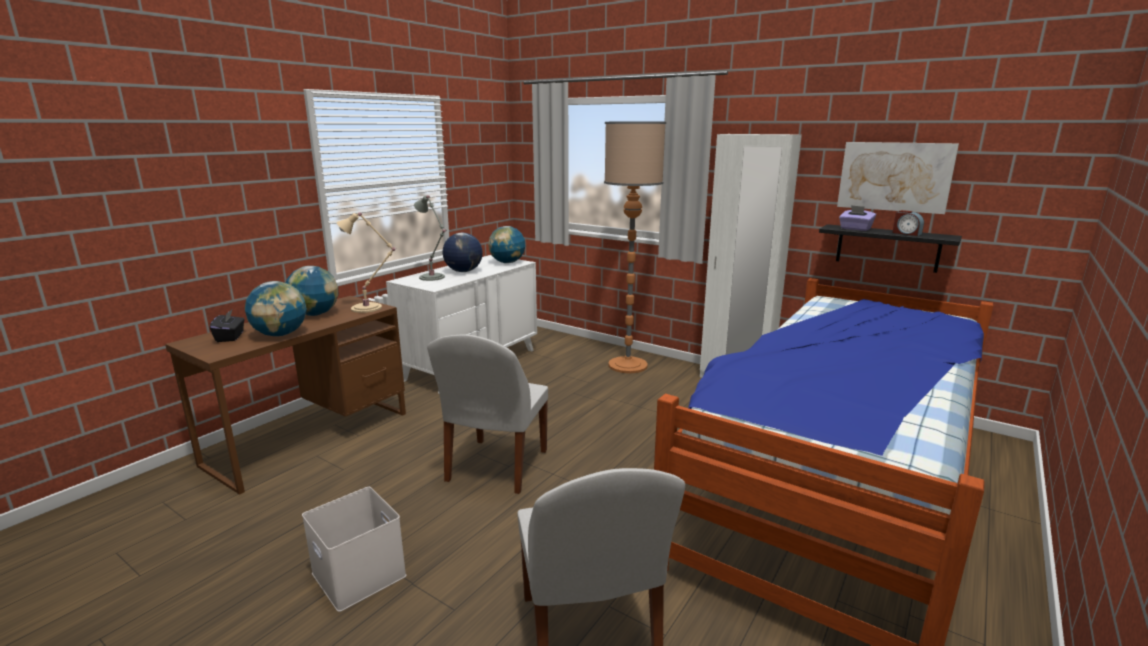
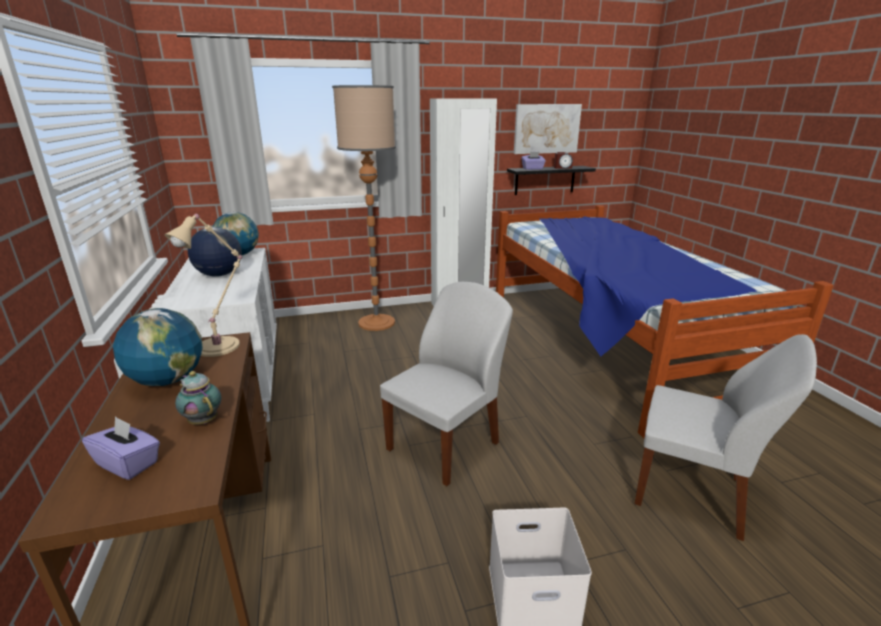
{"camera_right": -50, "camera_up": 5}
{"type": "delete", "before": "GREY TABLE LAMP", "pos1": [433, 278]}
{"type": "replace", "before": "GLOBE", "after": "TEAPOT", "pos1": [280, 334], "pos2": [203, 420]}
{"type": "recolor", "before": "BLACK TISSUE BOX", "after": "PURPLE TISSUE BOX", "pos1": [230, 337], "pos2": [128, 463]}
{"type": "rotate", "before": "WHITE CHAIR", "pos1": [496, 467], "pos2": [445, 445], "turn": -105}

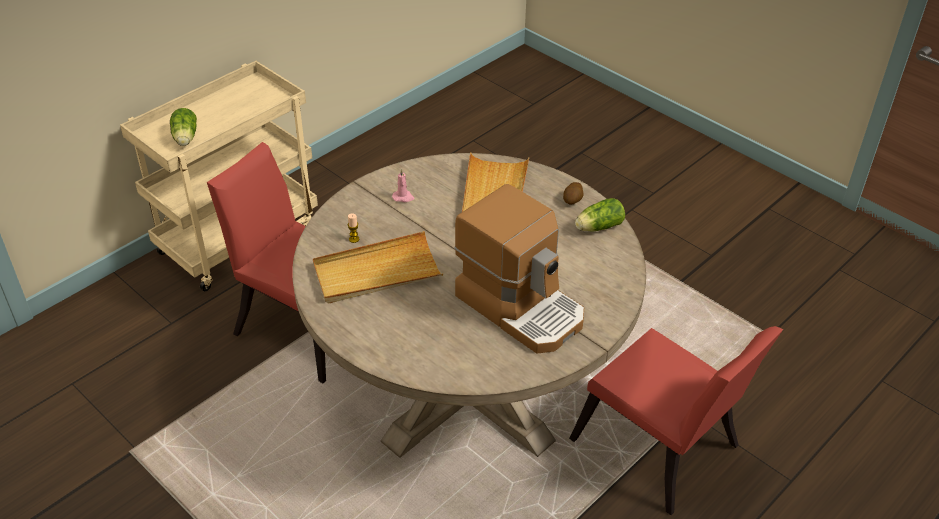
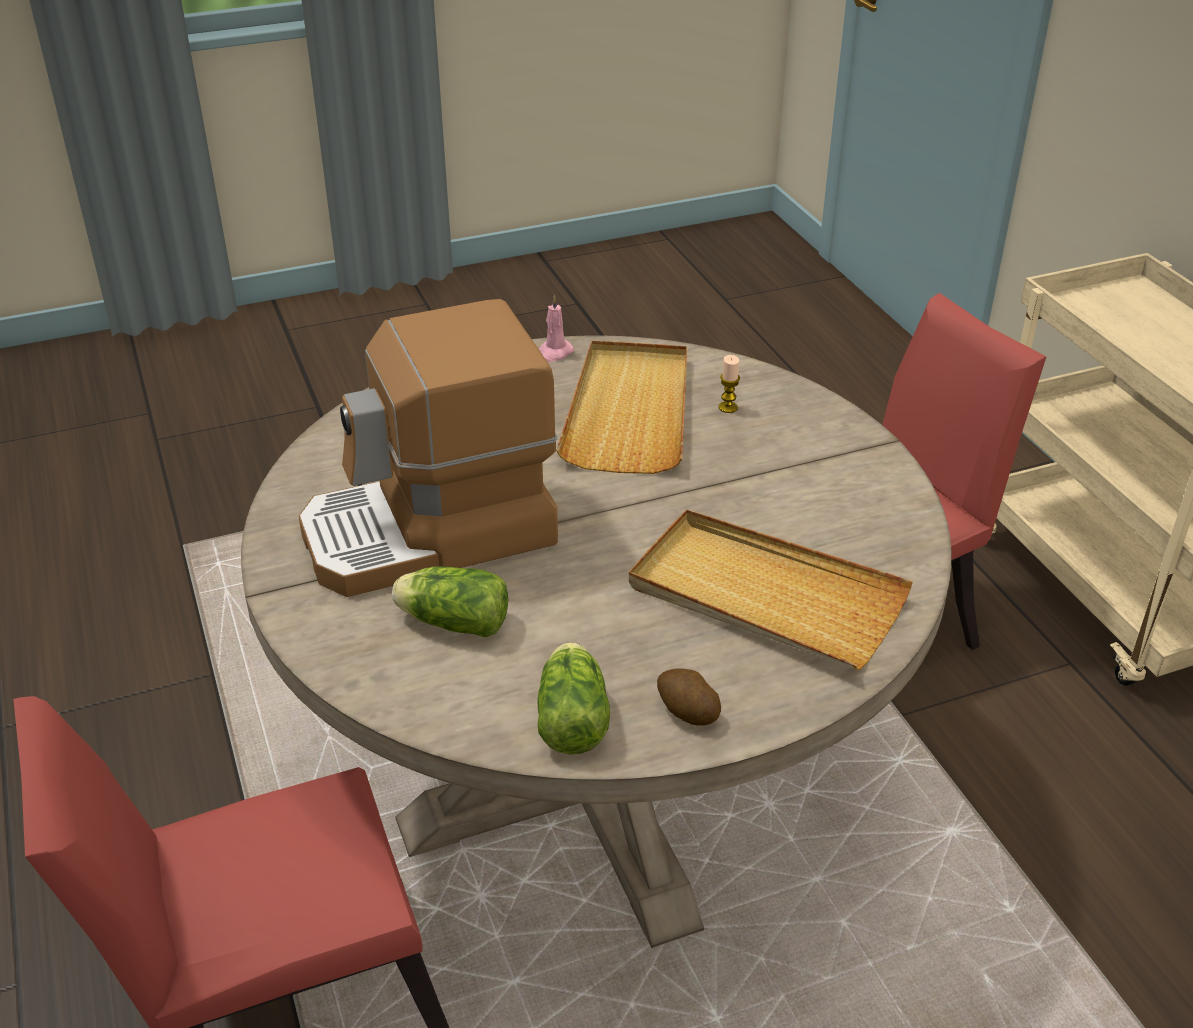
{"camera_right": 115, "camera_up": -5}
{"type": "move", "before": "LETTUCE", "pos1": [185, 138], "pos2": [451, 621]}
{"type": "move", "before": "PINK CANDLE", "pos1": [403, 197], "pos2": [554, 353]}

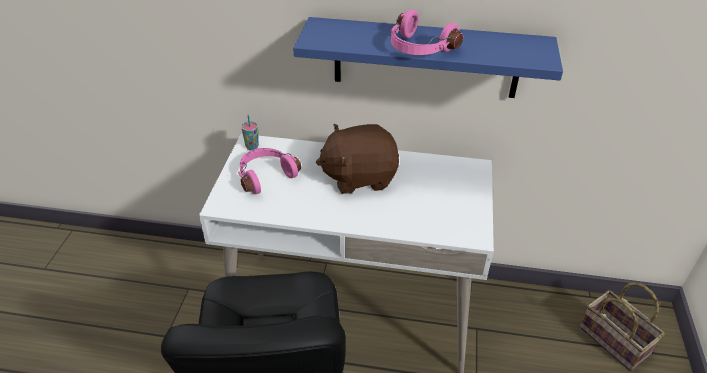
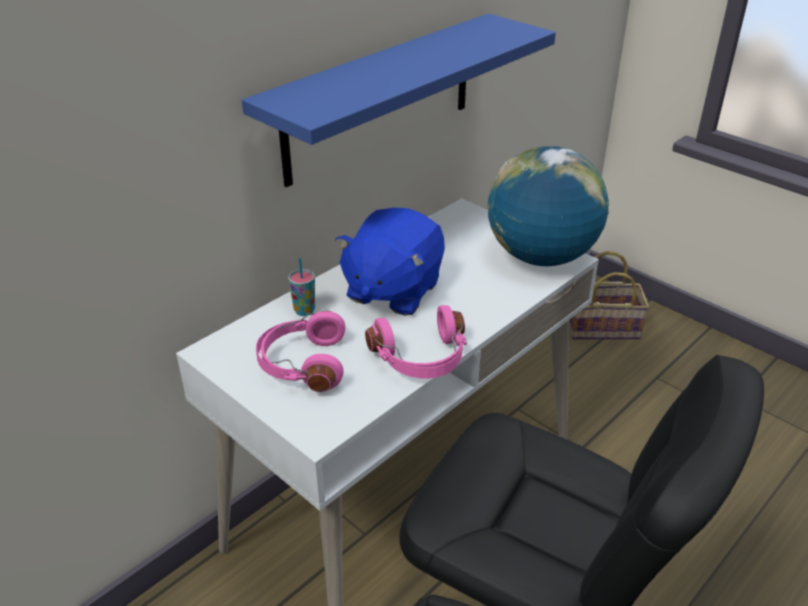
{"camera_right": -55, "camera_up": -5}
{"type": "insert", "after": "GLOBE", "pos2": [541, 257]}
{"type": "move", "before": "CUP", "pos1": [252, 147], "pos2": [304, 311]}
{"type": "move", "before": "PINK HEADPHONES", "pos1": [419, 48], "pos2": [422, 359]}
{"type": "recolor", "before": "BROWN PLUSH TOY", "after": "BLUE PLUSH TOY", "pos1": [359, 176], "pos2": [392, 290]}

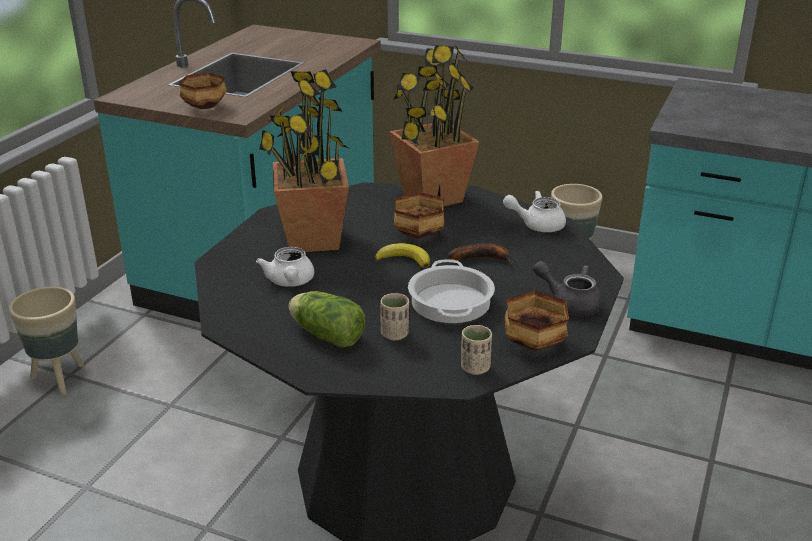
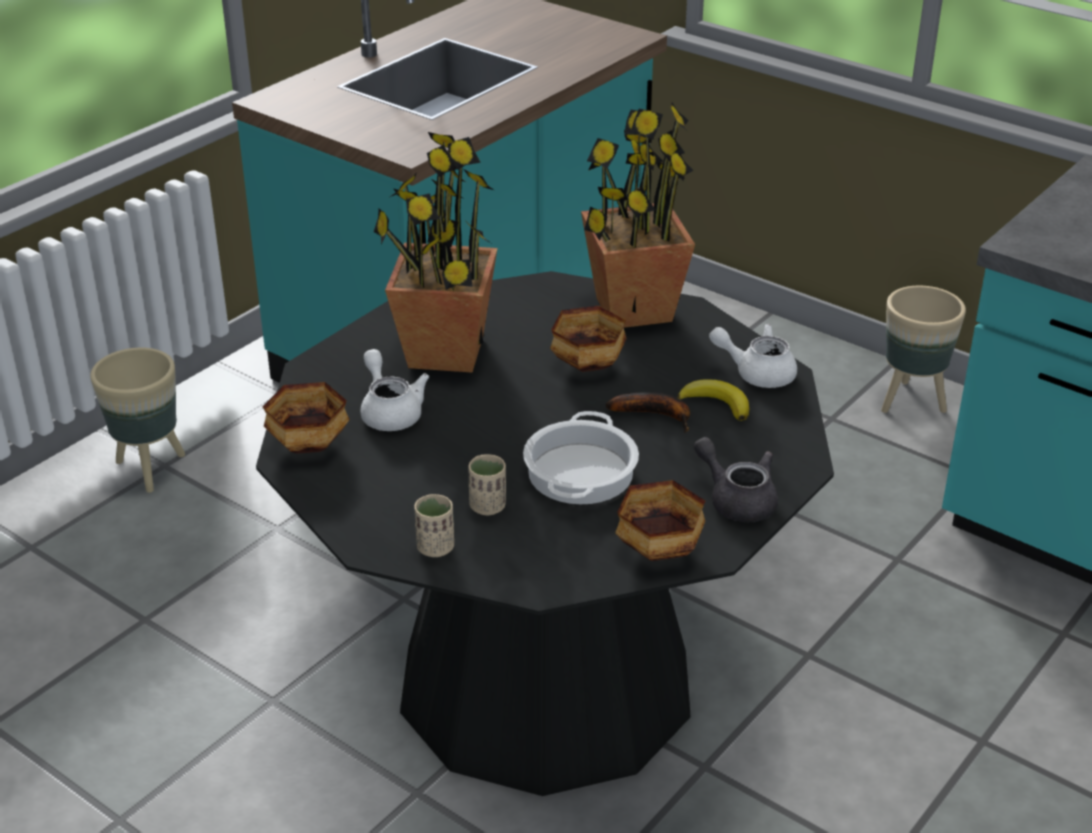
{"camera_right": 15, "camera_up": 5}
{"type": "delete", "before": "LETTUCE", "pos1": [325, 334]}
{"type": "move", "before": "BOWL", "pos1": [204, 106], "pos2": [308, 443]}
{"type": "move", "before": "BANANA", "pos1": [404, 259], "pos2": [717, 403]}
{"type": "move", "before": "BEIGE CUP", "pos1": [475, 368], "pos2": [435, 548]}
{"type": "rotate", "before": "WHITE TEAPOT", "pos1": [290, 282], "pos2": [390, 411], "turn": 150}

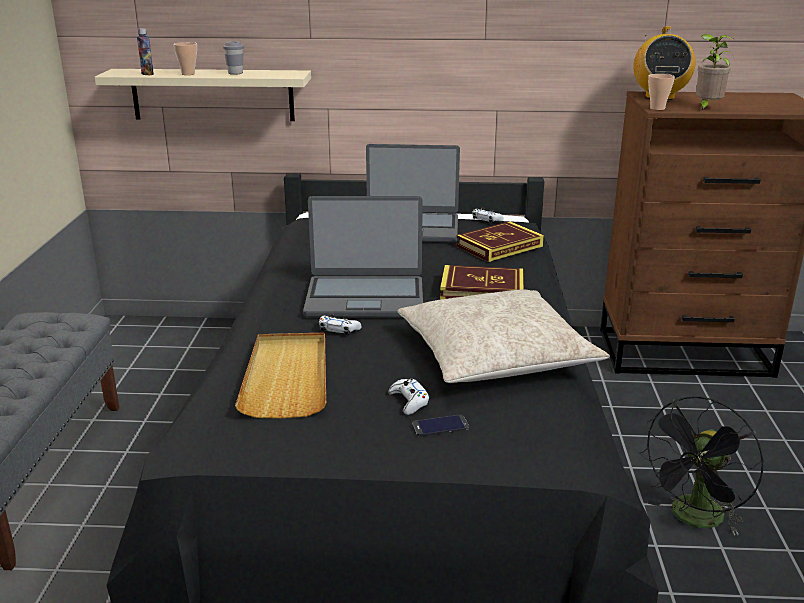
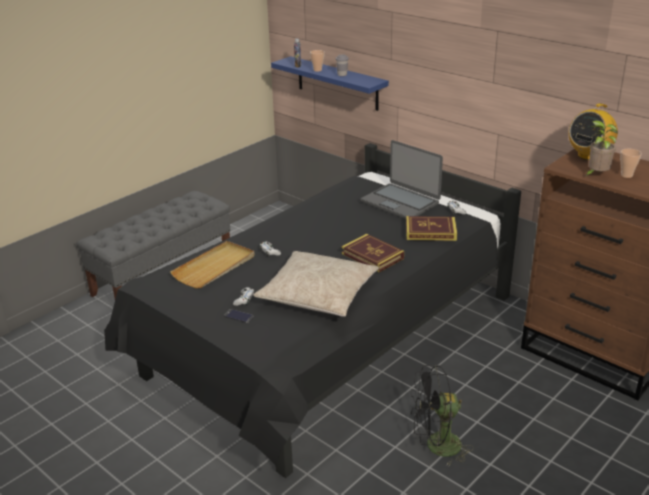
{"camera_right": 40, "camera_up": 5}
{"type": "delete", "before": "LAPTOP", "pos1": [365, 298]}
{"type": "move", "before": "CUP", "pos1": [657, 108], "pos2": [626, 175]}
{"type": "recolor", "before": "BEIGE SHELF", "after": "BLUE SHELF", "pos1": [212, 95], "pos2": [337, 83]}

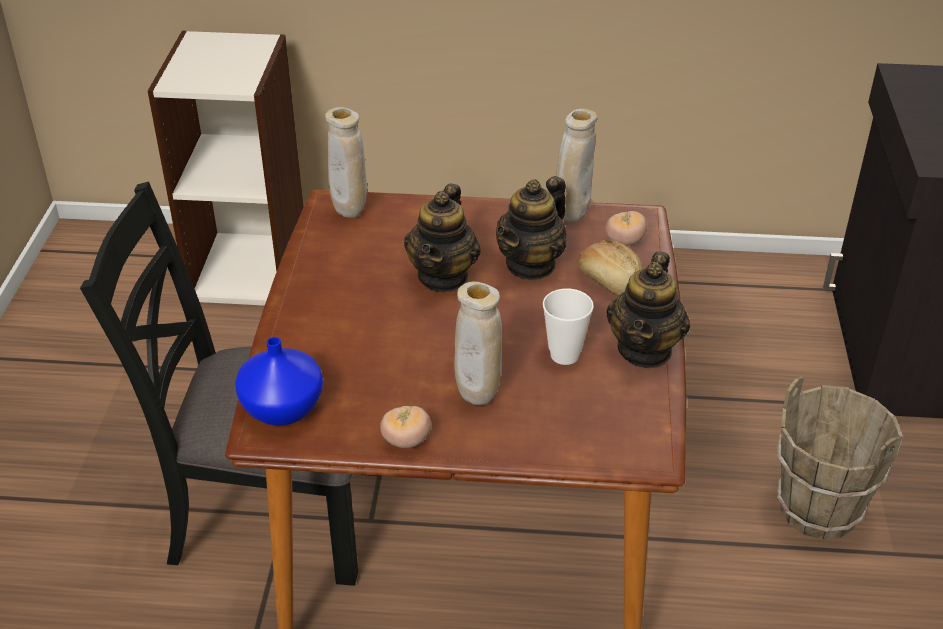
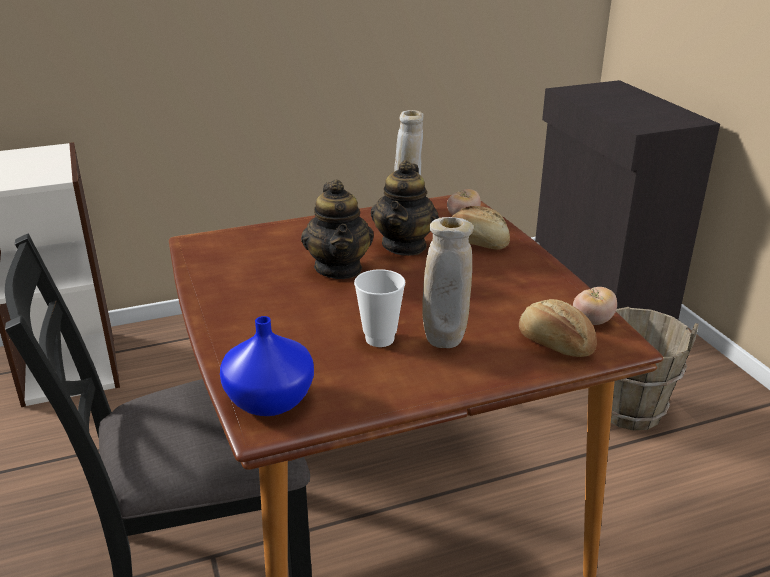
{"camera_right": -25, "camera_up": -10}
{"type": "delete", "before": "BEIGE VASE", "pos1": [350, 212]}
{"type": "delete", "before": "TEAPOT", "pos1": [645, 350]}
{"type": "insert", "after": "BREAD", "pos2": [554, 344]}
{"type": "move", "before": "TOMATO", "pos1": [406, 441], "pos2": [592, 321]}
{"type": "move", "before": "CUP", "pos1": [564, 355], "pos2": [380, 339]}

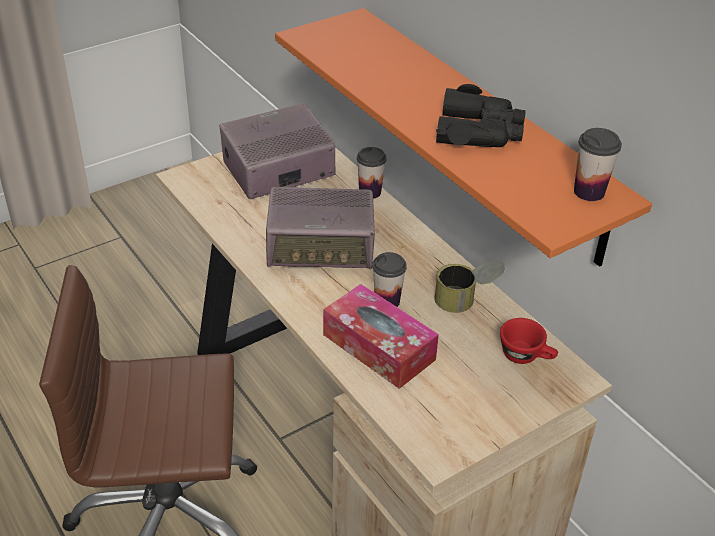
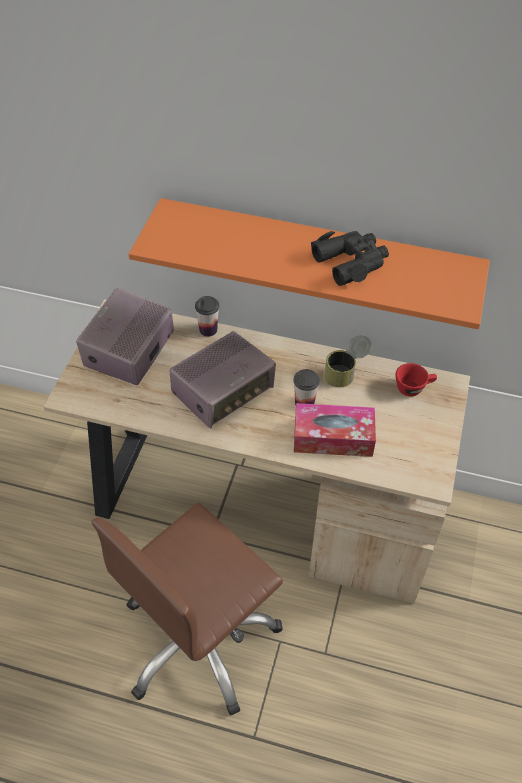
{"camera_right": -40, "camera_up": 10}
{"type": "delete", "before": "CUP", "pos1": [589, 192]}

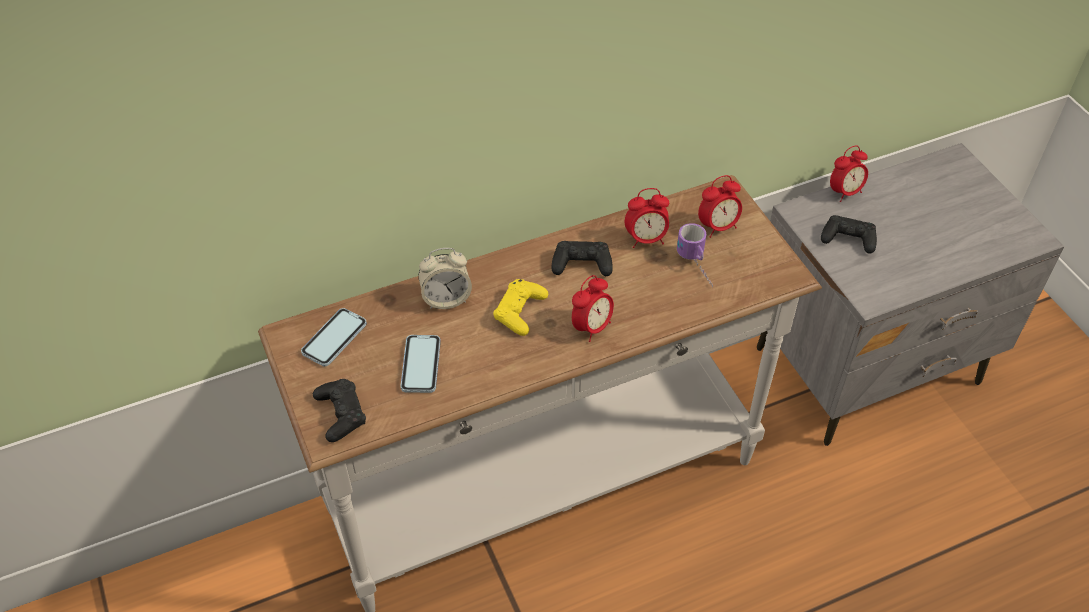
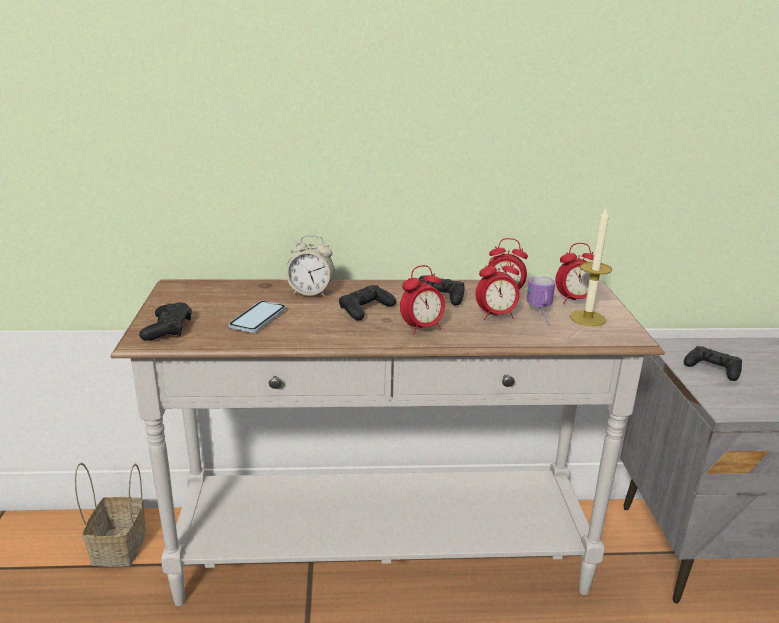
{"camera_right": 20, "camera_up": -25}
{"type": "delete", "before": "PHONE", "pos1": [334, 338]}
{"type": "insert", "after": "BASKET", "pos2": [120, 548]}
{"type": "insert", "after": "CANDLE", "pos2": [587, 318]}
{"type": "move", "before": "ALARM CLOCK", "pos1": [845, 192], "pos2": [496, 316]}
{"type": "recolor", "before": "YELLOW GAME CONTROLLER", "after": "BLACK GAME CONTROLLER", "pos1": [520, 311], "pos2": [365, 309]}

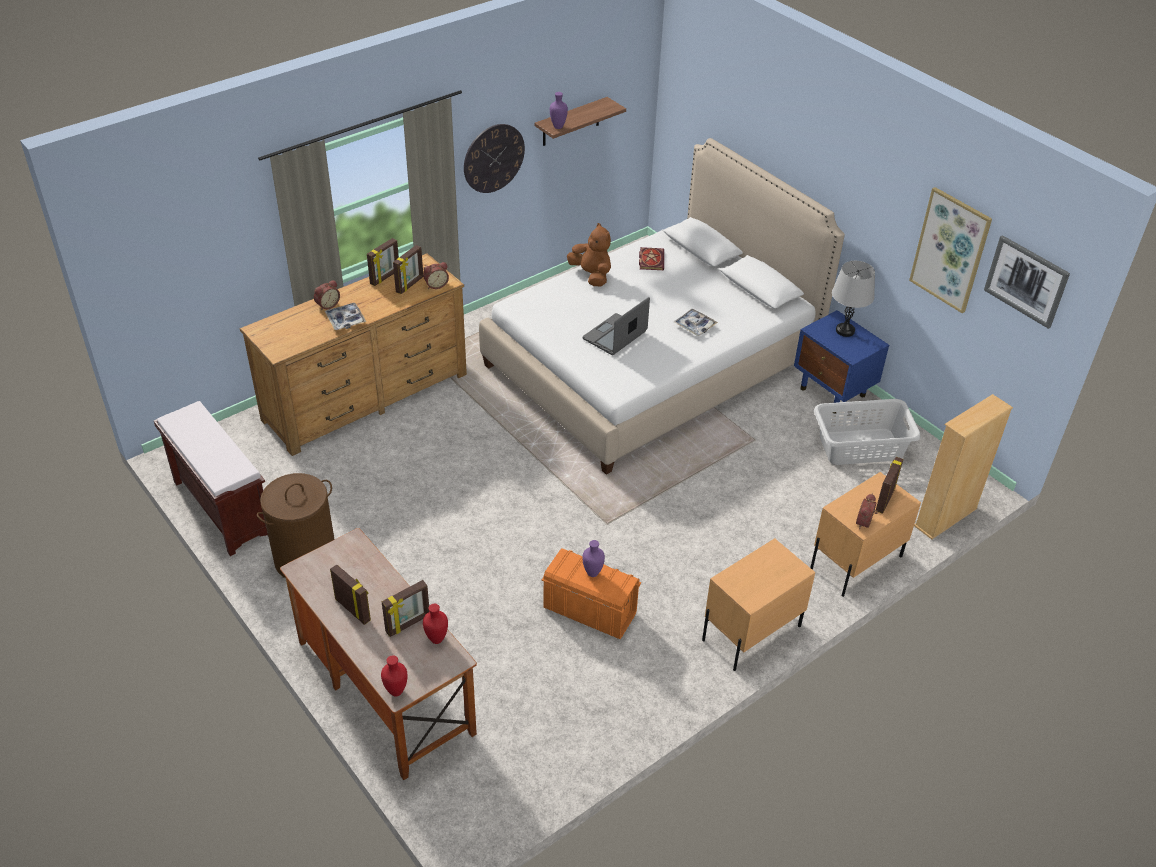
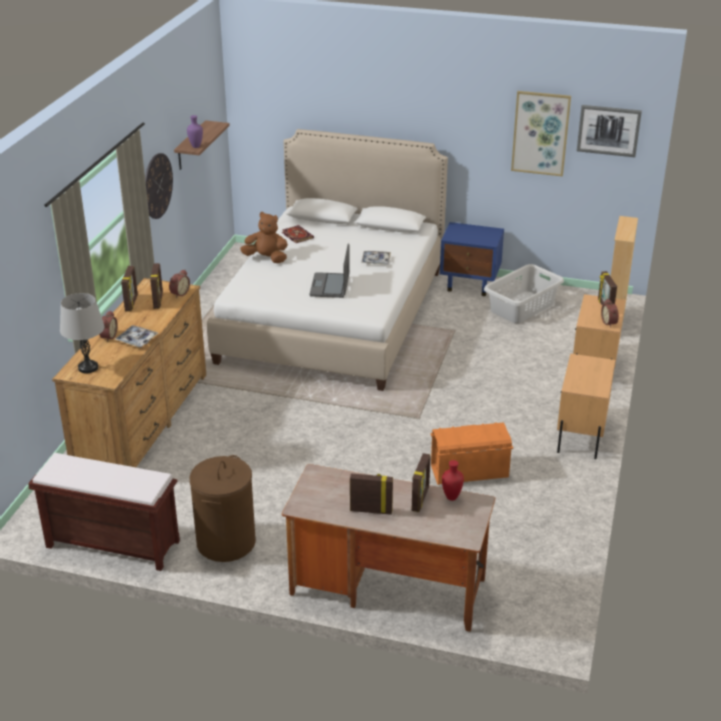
{"camera_right": -35, "camera_up": -10}
{"type": "delete", "before": "RED VASE", "pos1": [397, 692]}
{"type": "delete", "before": "PURPLE VASE", "pos1": [592, 573]}
{"type": "move", "before": "GREY TABLE LAMP", "pos1": [845, 330], "pos2": [88, 368]}

